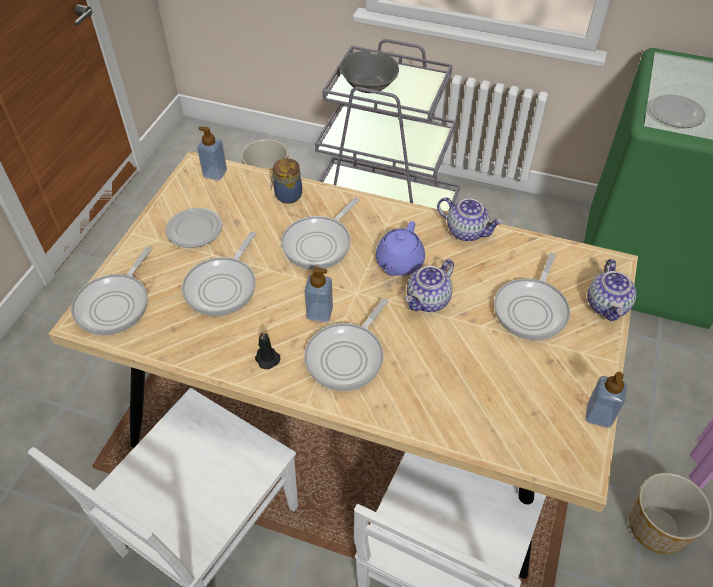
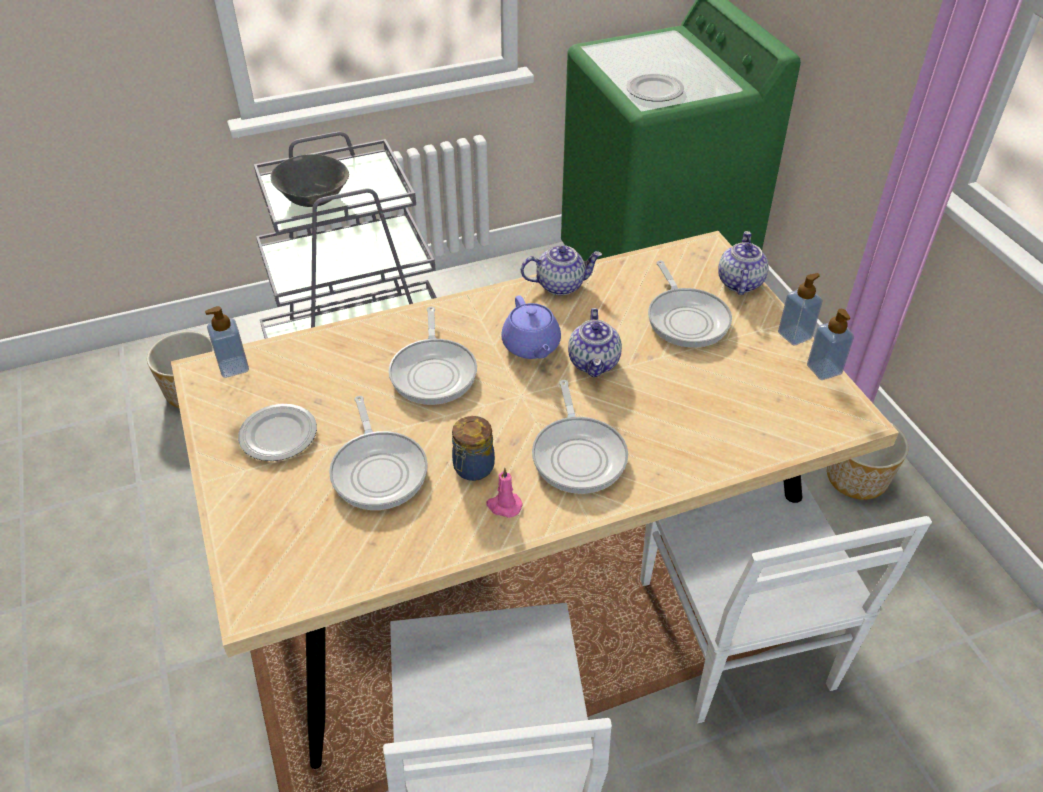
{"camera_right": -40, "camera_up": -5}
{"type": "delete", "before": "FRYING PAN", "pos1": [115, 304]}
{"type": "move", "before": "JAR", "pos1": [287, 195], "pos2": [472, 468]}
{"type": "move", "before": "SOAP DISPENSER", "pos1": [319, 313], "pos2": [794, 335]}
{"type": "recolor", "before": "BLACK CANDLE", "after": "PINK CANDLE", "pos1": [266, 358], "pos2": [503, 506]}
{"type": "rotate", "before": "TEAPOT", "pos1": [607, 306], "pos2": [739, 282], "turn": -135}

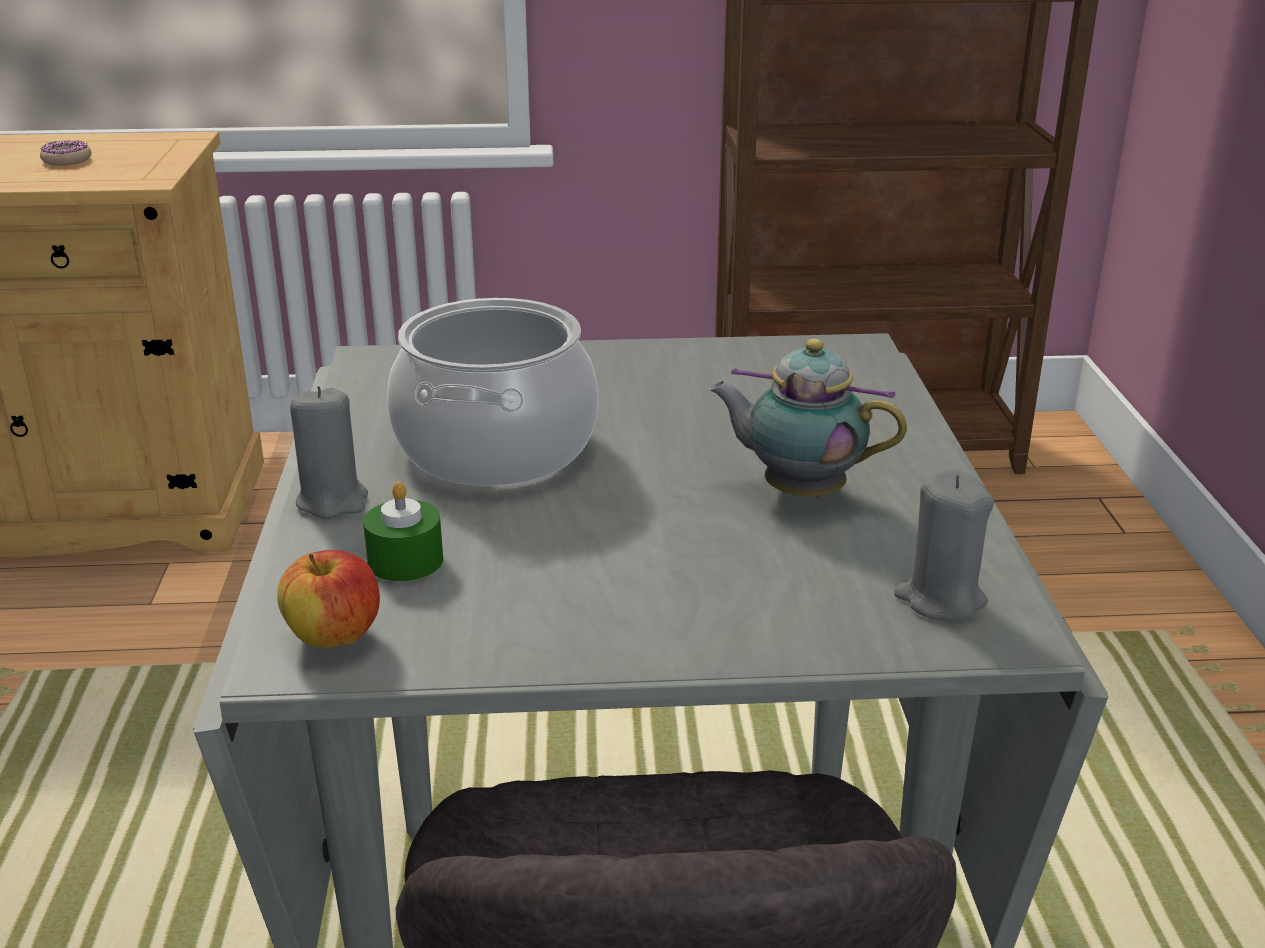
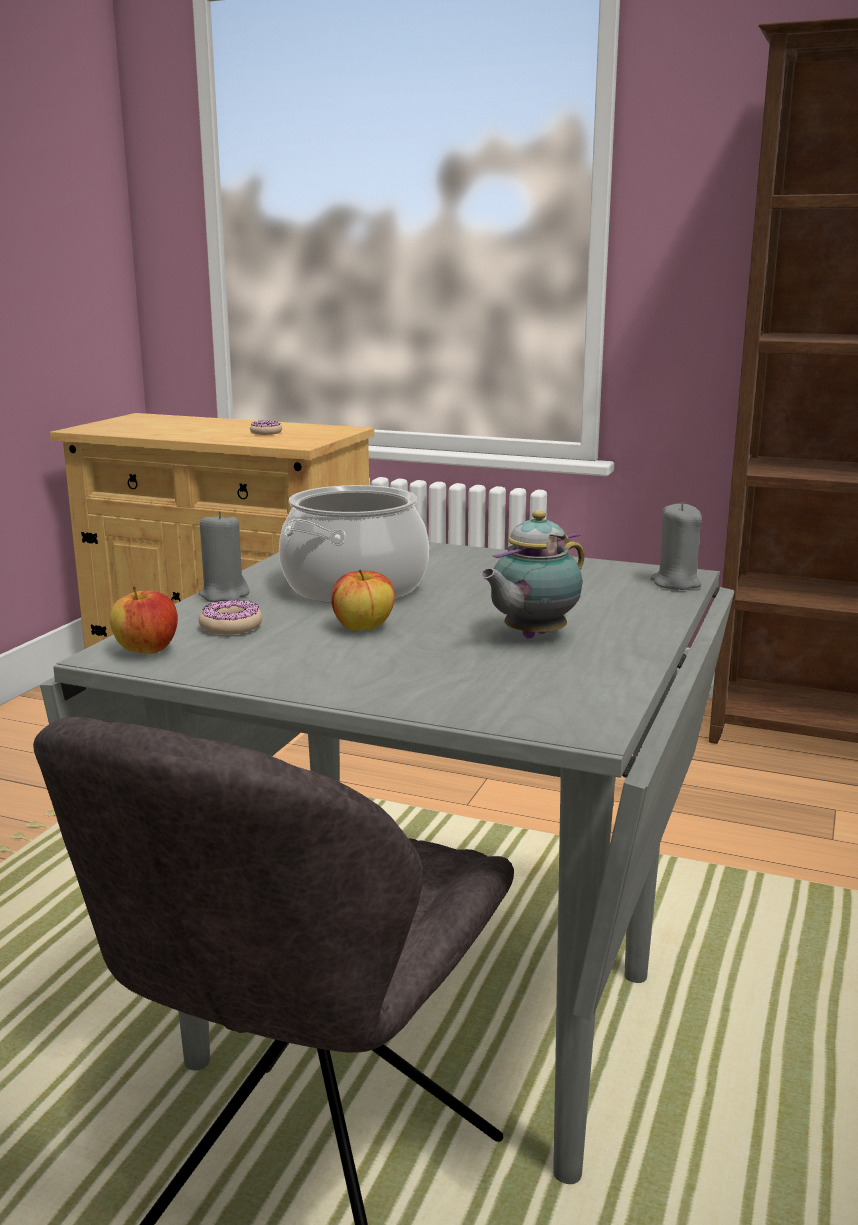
{"camera_right": 25, "camera_up": -10}
{"type": "insert", "after": "APPLE", "pos2": [363, 627]}
{"type": "move", "before": "GREY CANDLE", "pos1": [940, 599], "pos2": [675, 583]}
{"type": "replace", "before": "GREEN CANDLE", "after": "DONUT", "pos1": [405, 561], "pos2": [231, 626]}
{"type": "rotate", "before": "TEAPOT", "pos1": [798, 491], "pos2": [531, 636], "turn": -90}

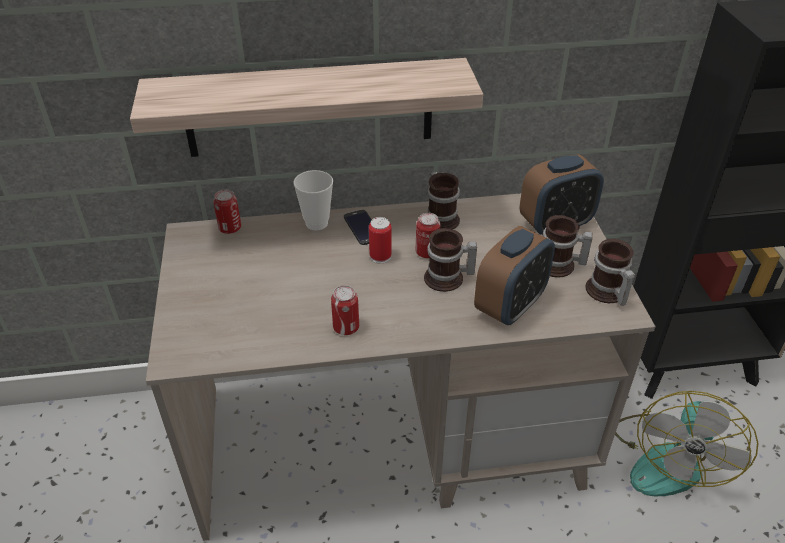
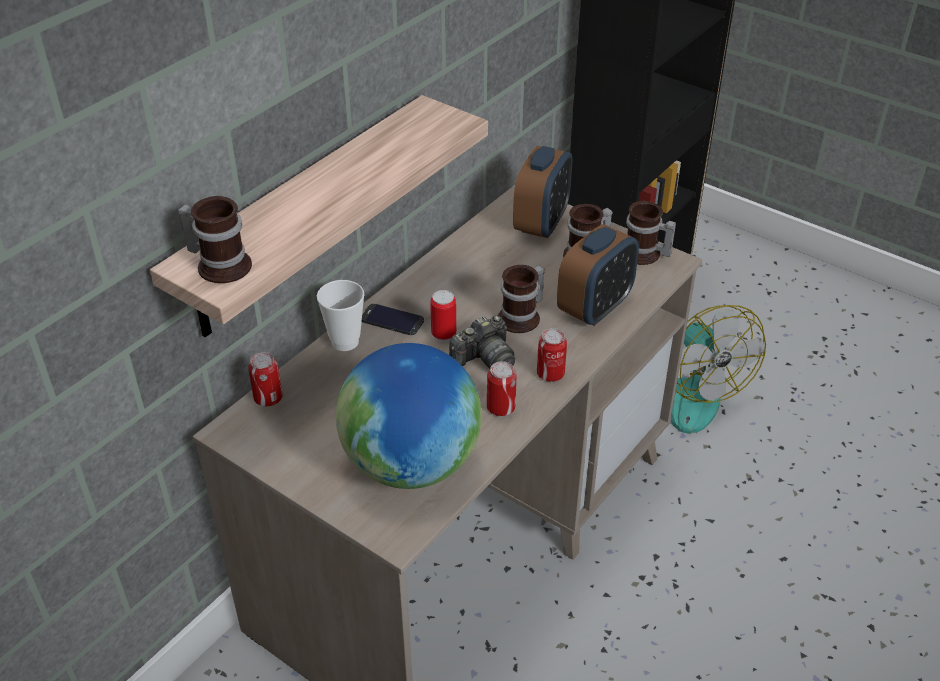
{"camera_right": -45, "camera_up": 0}
{"type": "insert", "after": "GLOBE", "pos2": [412, 464]}
{"type": "insert", "after": "PHOTO CAMERA", "pos2": [485, 359]}
{"type": "move", "before": "CAN", "pos1": [427, 252], "pos2": [550, 374]}
{"type": "move", "before": "MUG", "pos1": [441, 217], "pos2": [221, 264]}
{"type": "rotate", "before": "ALARM CLOCK", "pos1": [510, 306], "pos2": [595, 308], "turn": 45}

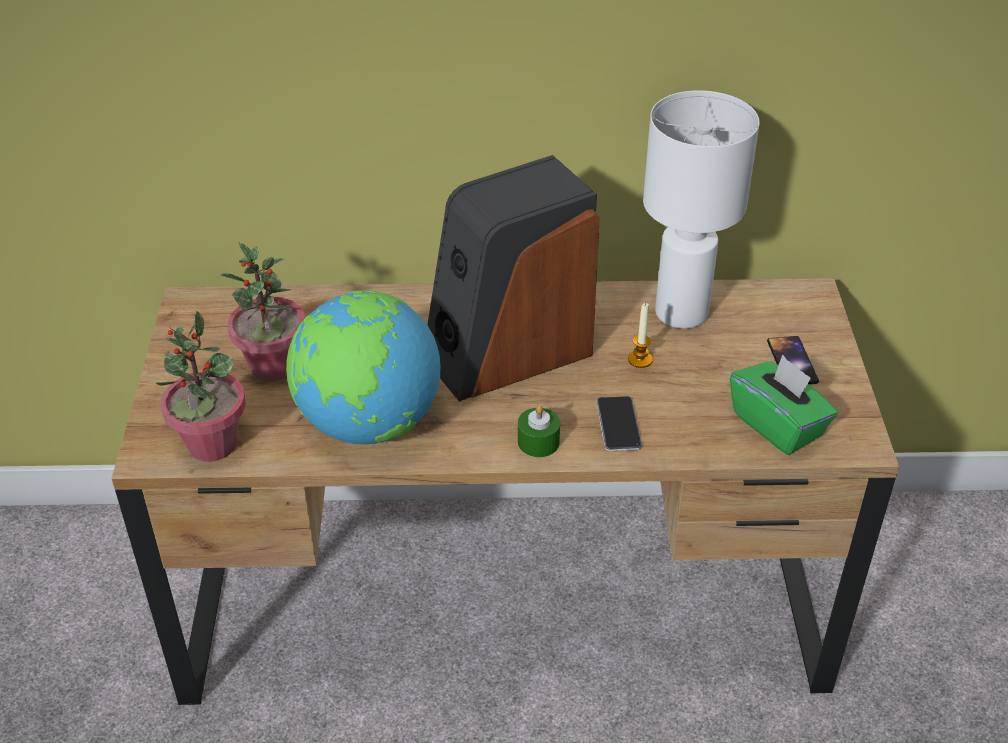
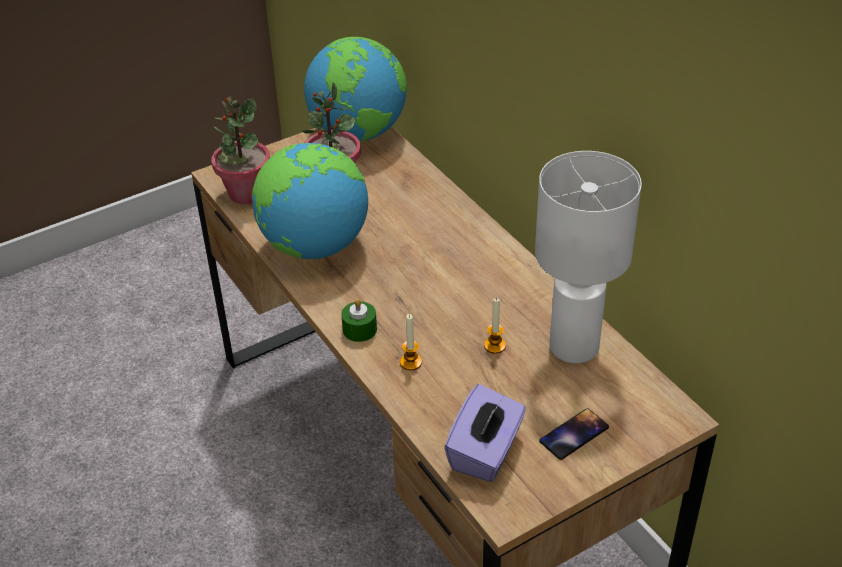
{"camera_right": 60, "camera_up": 0}
{"type": "delete", "before": "SPEAKER", "pos1": [507, 353]}
{"type": "insert", "after": "GLOBE", "pos2": [359, 132]}
{"type": "replace", "before": "PHONE", "after": "CANDLE", "pos1": [618, 425], "pos2": [411, 362]}
{"type": "recolor", "before": "GREEN TISSUE BOX", "after": "PURPLE TISSUE BOX", "pos1": [778, 425], "pos2": [485, 452]}

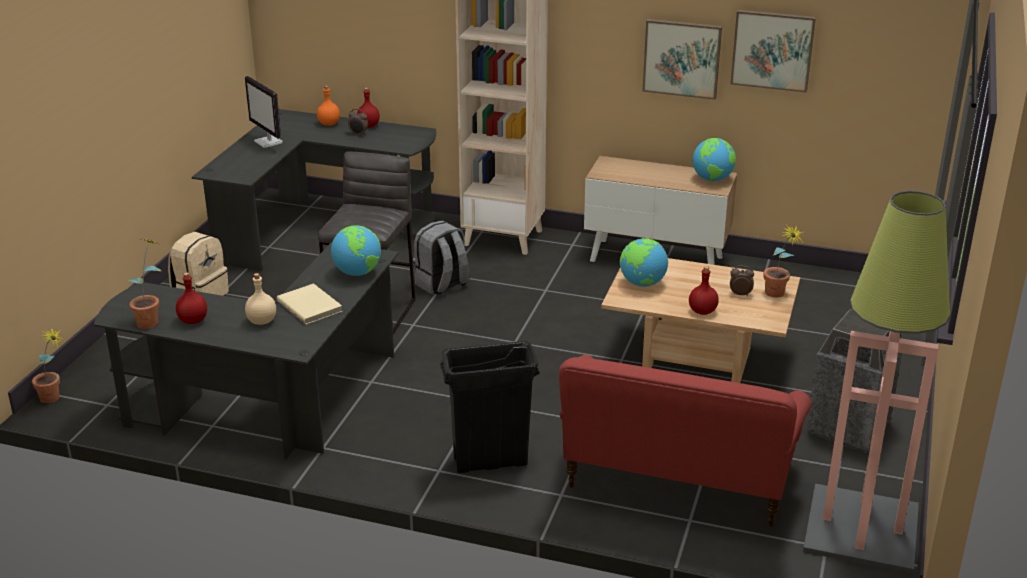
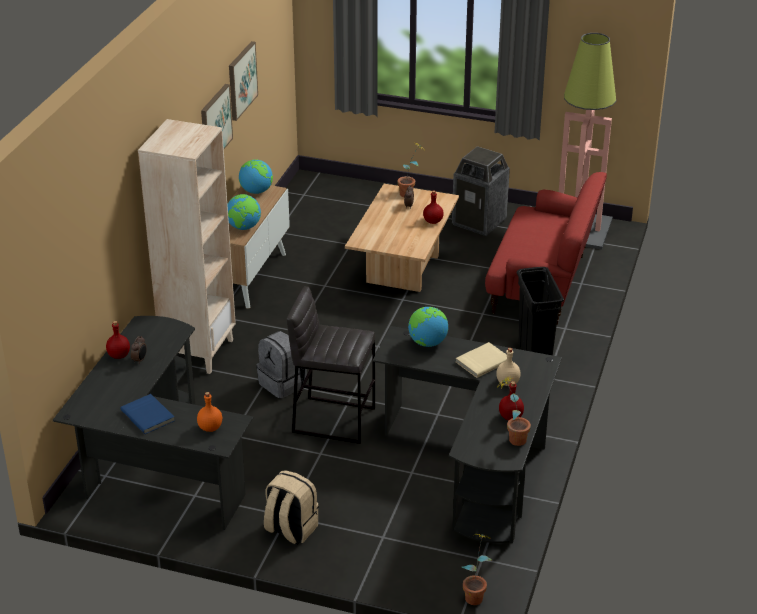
{"camera_right": -90, "camera_up": 5}
{"type": "move", "before": "ORANGE BOTTLE", "pos1": [329, 124], "pos2": [210, 427]}
{"type": "move", "before": "GLOBE", "pos1": [642, 283], "pos2": [244, 227]}
{"type": "replace", "before": "MONITOR", "after": "BLUE BOOK", "pos1": [269, 142], "pos2": [148, 415]}

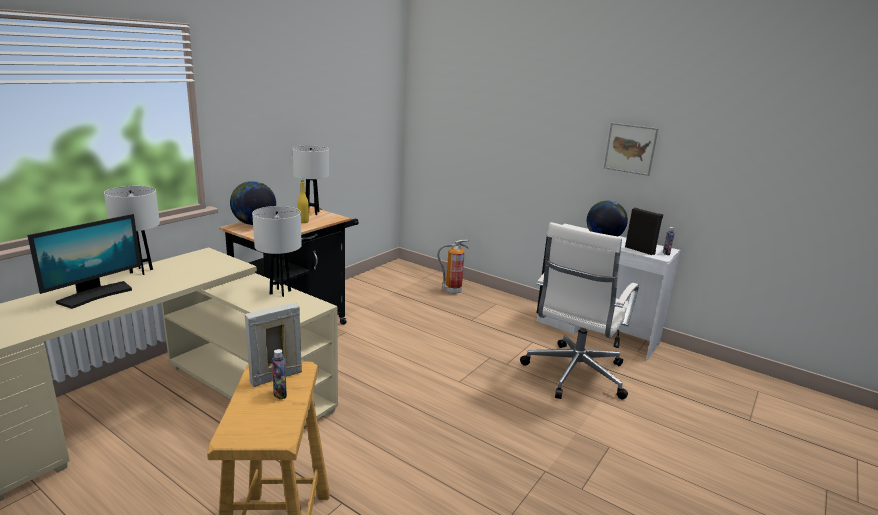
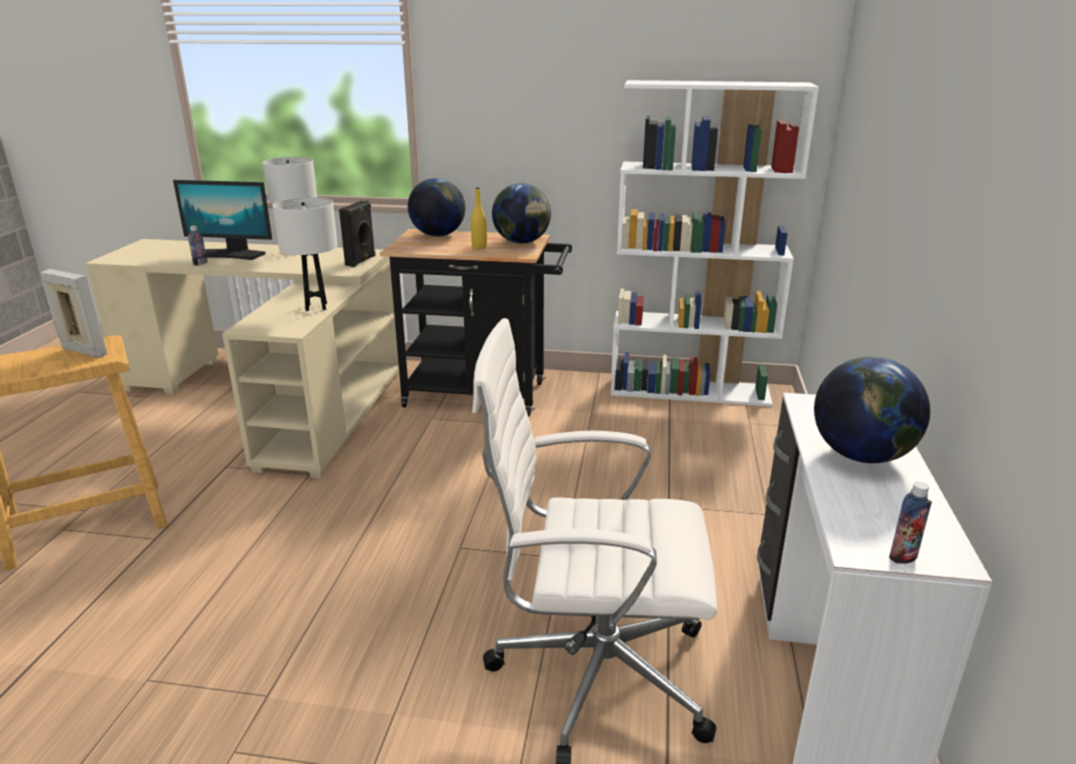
{"camera_right": 65, "camera_up": 5}
{"type": "delete", "before": "FIRE EXTINGUISHER", "pos1": [452, 291]}
{"type": "delete", "before": "PICTURE", "pos1": [630, 148]}
{"type": "insert", "after": "WHITE BOOKCASE", "pos2": [690, 390]}
{"type": "move", "before": "BOTTLE", "pos1": [280, 394], "pos2": [200, 263]}
{"type": "move", "before": "BLACK SPEAKER", "pos1": [640, 250], "pos2": [361, 261]}
{"type": "replace", "before": "WHITE TABLE LAMP", "after": "GLOBE", "pos1": [312, 213], "pos2": [522, 242]}

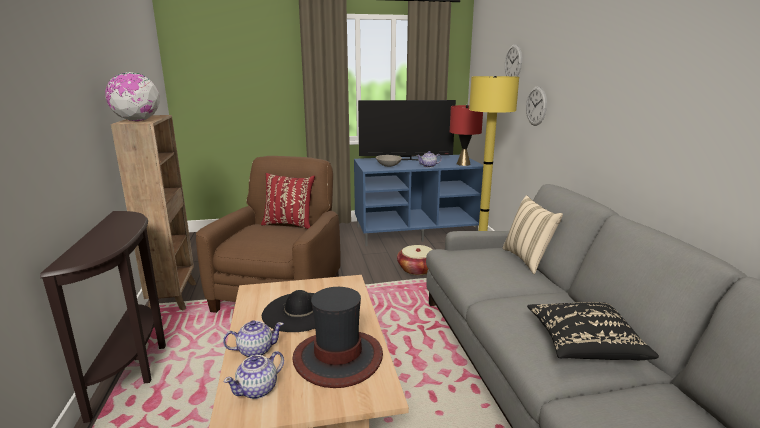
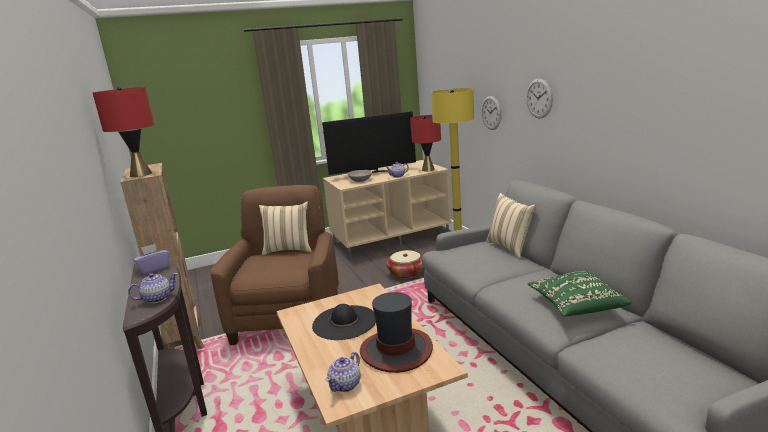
{"camera_right": -10, "camera_up": 0}
{"type": "insert", "after": "PURPLE TISSUE BOX", "pos2": [154, 268]}
{"type": "move", "before": "TEAPOT", "pos1": [255, 350], "pos2": [157, 298]}
{"type": "move", "before": "WALL CLOCK", "pos1": [513, 63], "pos2": [539, 98]}
{"type": "replace", "before": "GLOBE", "after": "RED TABLE LAMP", "pos1": [137, 121], "pos2": [140, 174]}
{"type": "recolor", "before": "RED PILLOW", "after": "BEIGE PILLOW", "pos1": [289, 224], "pos2": [288, 250]}
{"type": "recolor", "before": "BLUE TV STAND", "after": "BEIGE TV STAND", "pos1": [415, 231], "pos2": [391, 238]}
{"type": "recolor", "before": "BLACK PILLOW", "after": "GREEN PILLOW", "pos1": [583, 345], "pos2": [576, 306]}

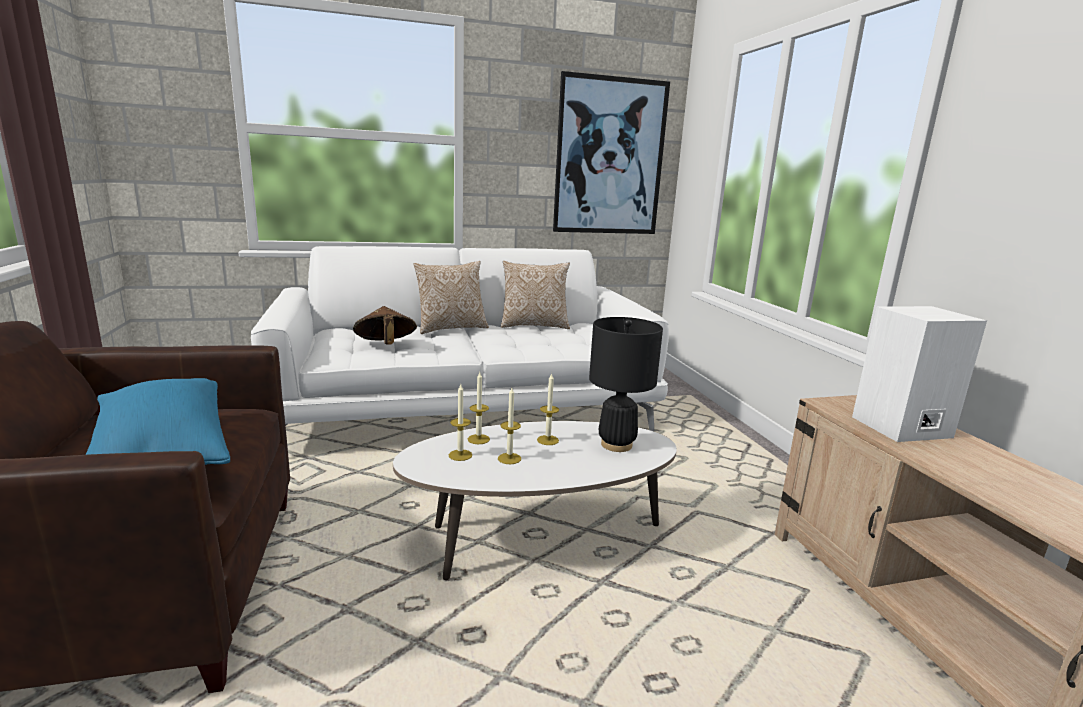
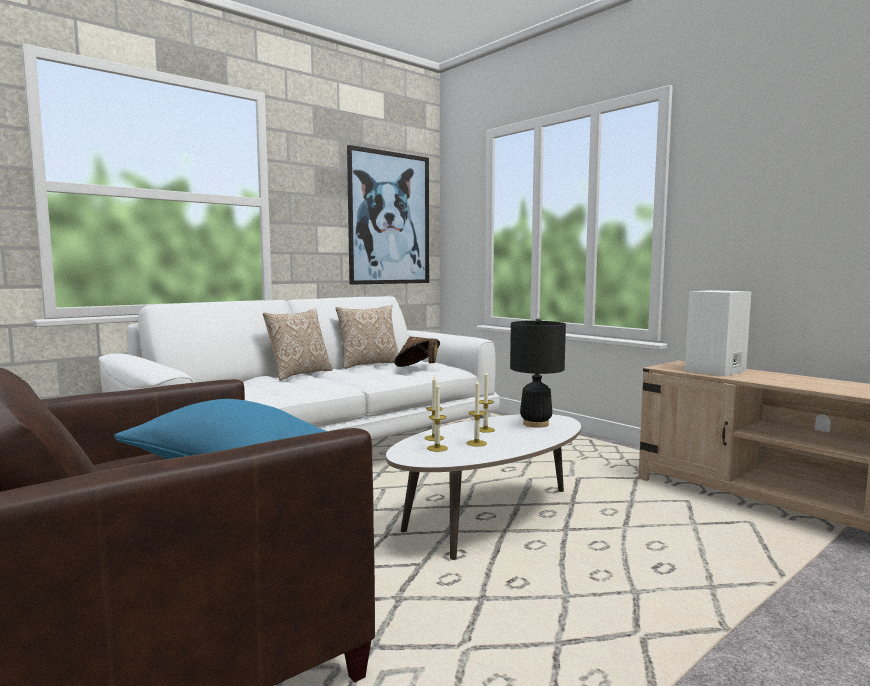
{"camera_right": -25, "camera_up": -10}
{"type": "move", "before": "BROWN HAT", "pos1": [385, 346], "pos2": [417, 368]}

